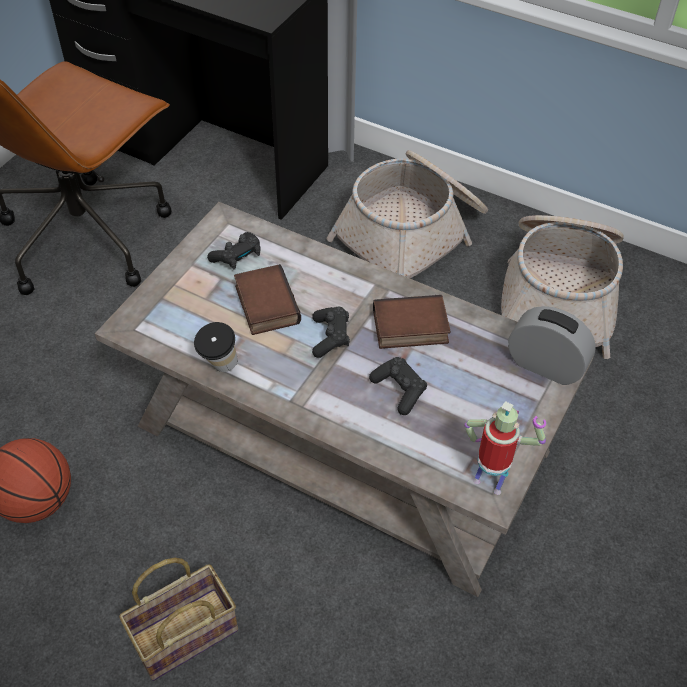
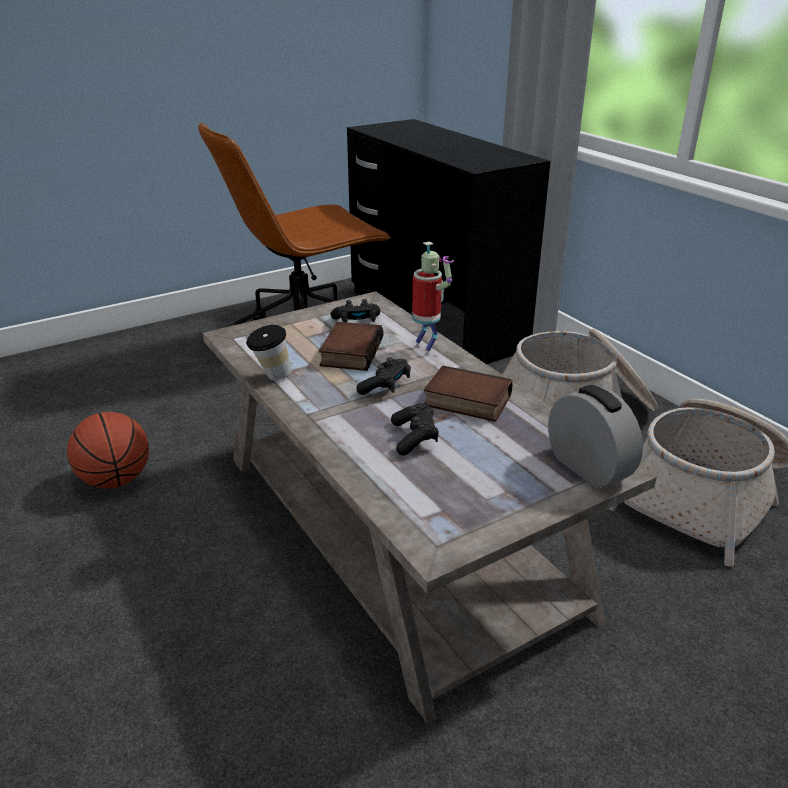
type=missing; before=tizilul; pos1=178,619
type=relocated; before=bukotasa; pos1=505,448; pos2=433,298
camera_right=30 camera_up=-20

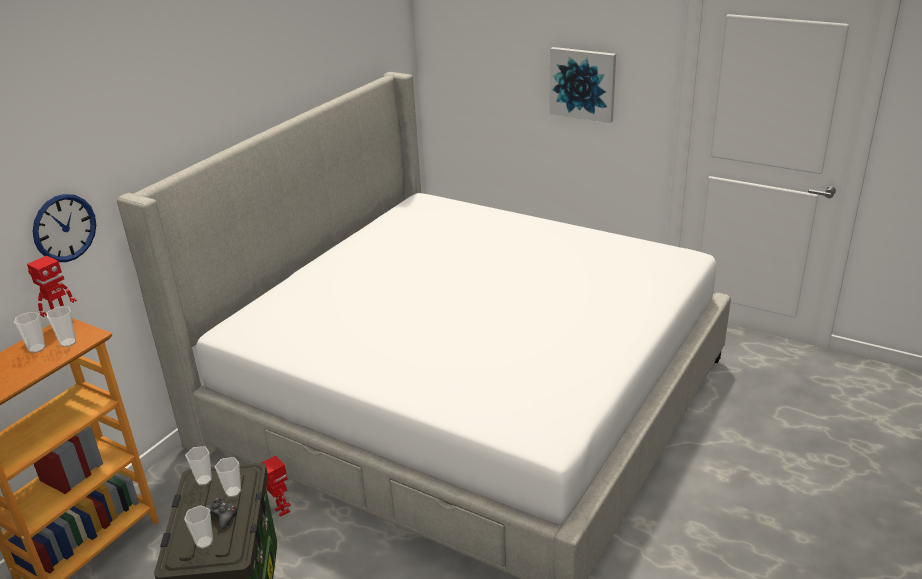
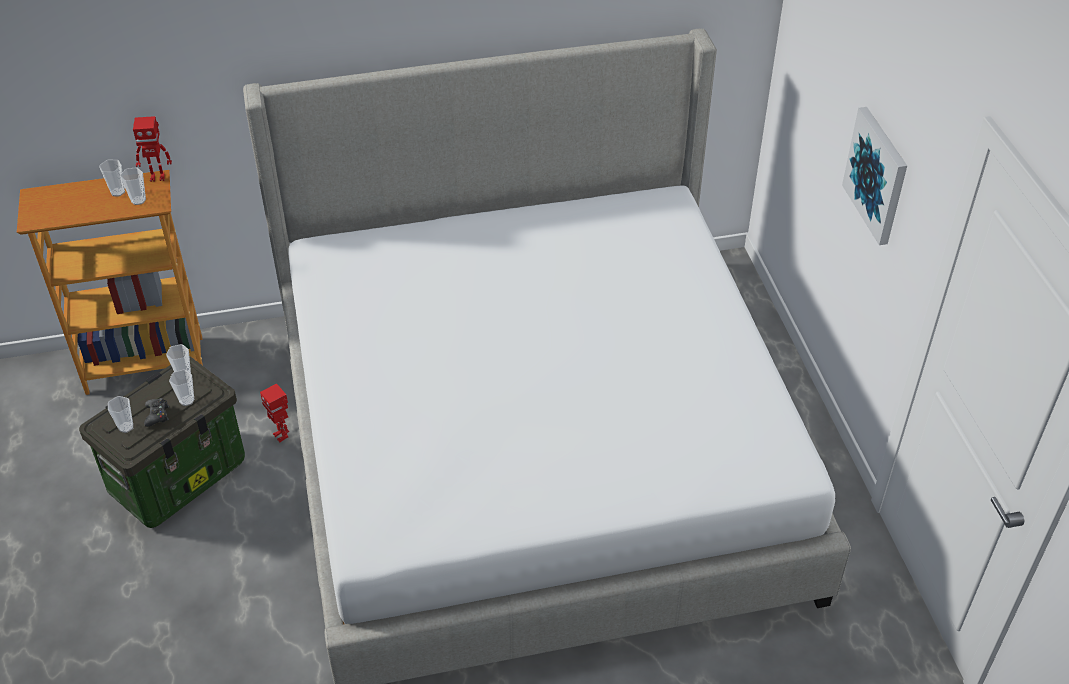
type=missing; before=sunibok; pos1=64,228
type=spun; before=bukotasa; pos1=276,486; pos2=274,413; turn=135
camera_right=45 camera_up=15

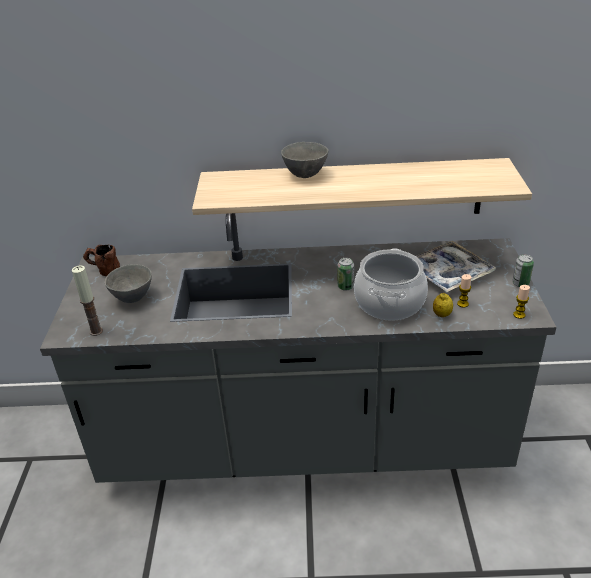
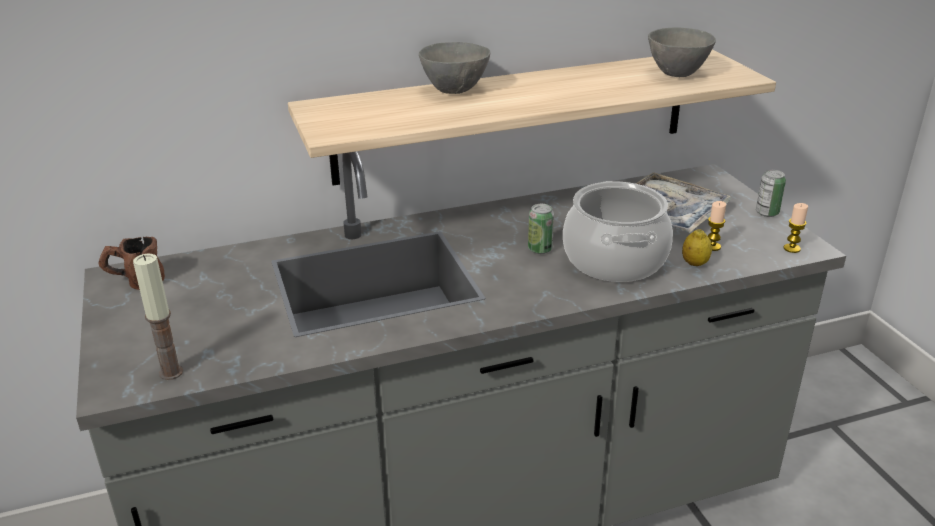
type=relocated; before=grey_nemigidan; pos1=128,283; pos2=682,52
camera_right=-20 camera_up=-5

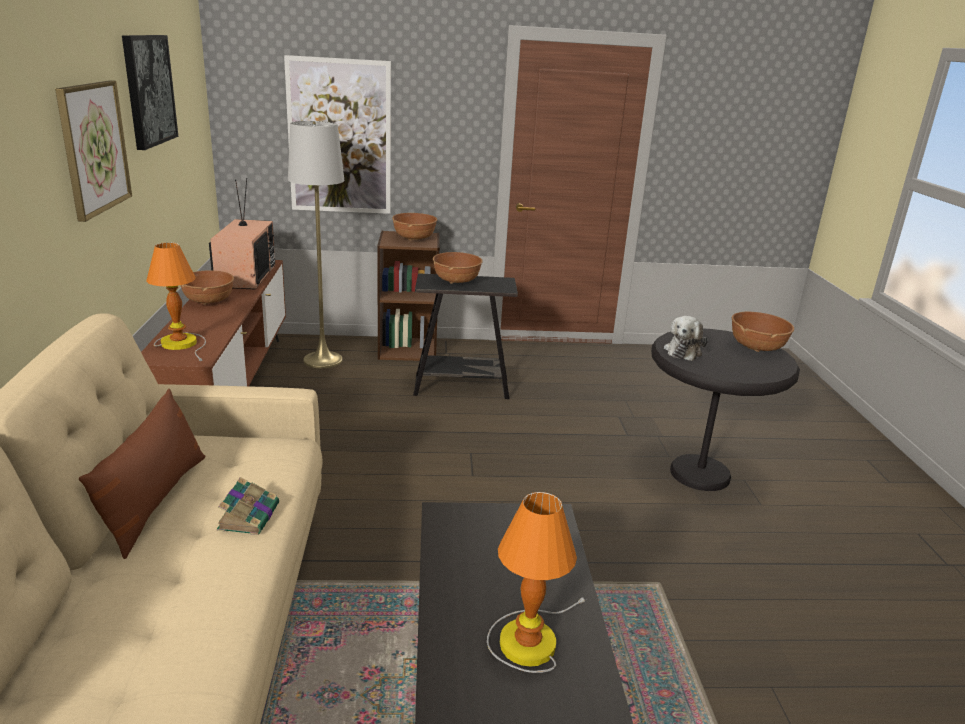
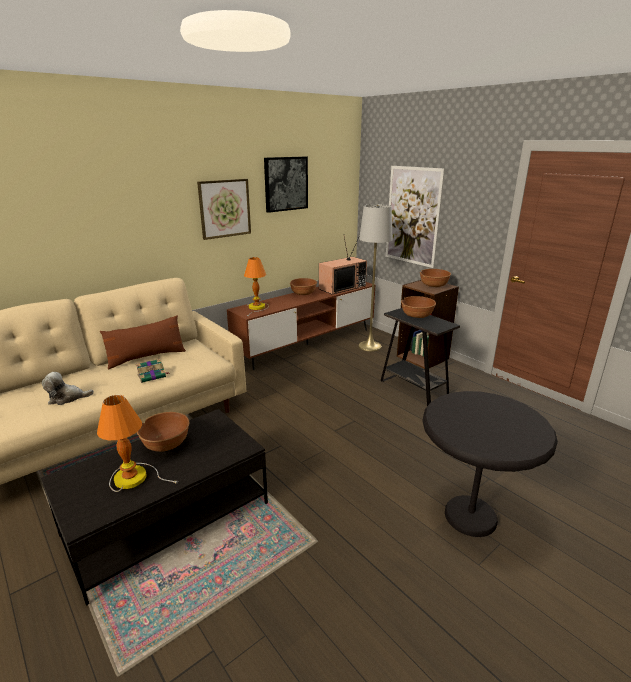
type=relocated; before=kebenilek; pos1=686,338; pos2=68,388
type=relocated; before=brown_nemigidan; pos1=763,332; pos2=163,432
camera_right=55 camera_up=0

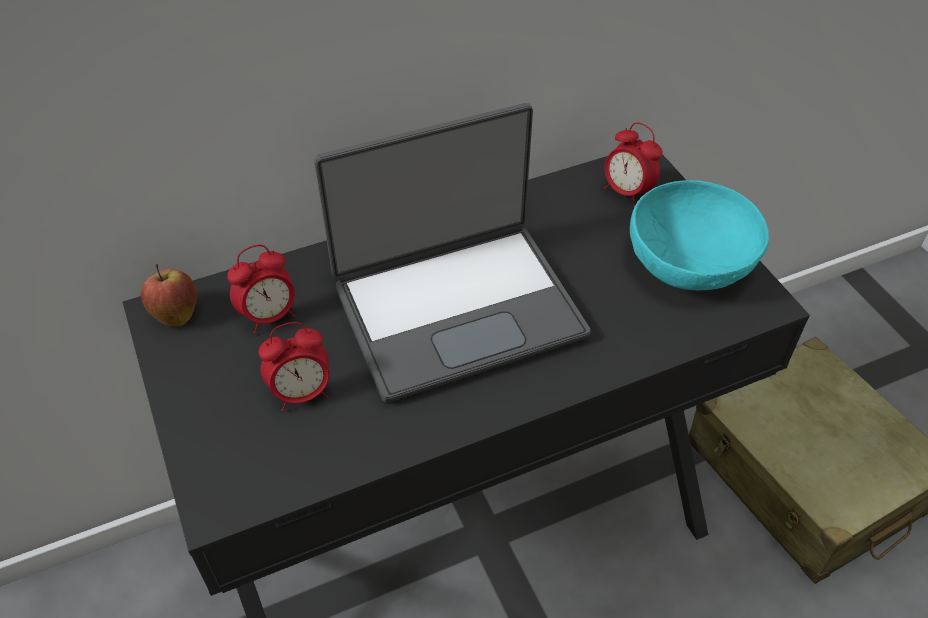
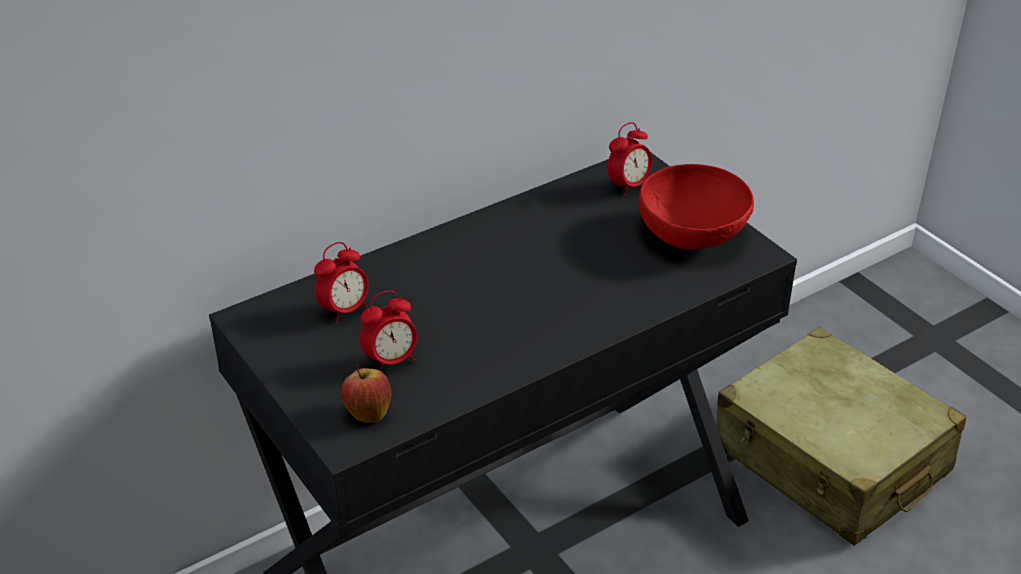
type=relocated; before=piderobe; pos1=169,295; pos2=366,393
type=missing; before=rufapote; pos1=452,253
type=spun; before=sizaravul; pos1=633,164; pos2=630,159; turn=-75
type=colour; before=turquoise_nemigidan; after=red_nemigidan; pos1=699,235; pos2=696,206
camera_right=-10 camera_up=-10

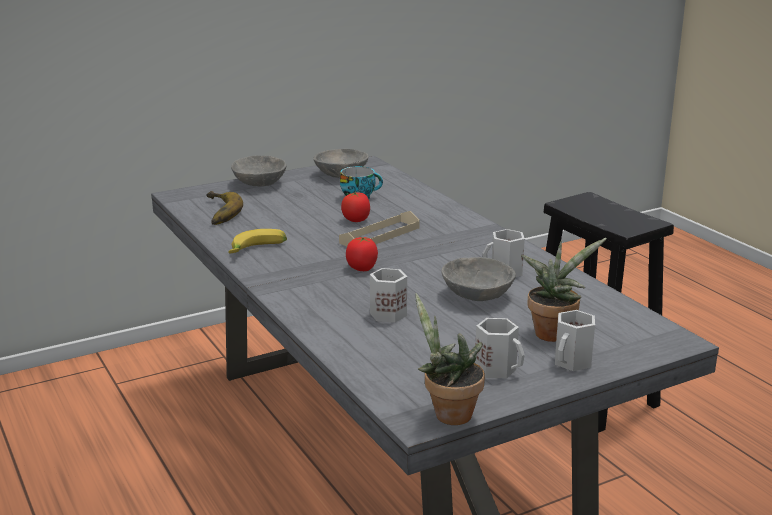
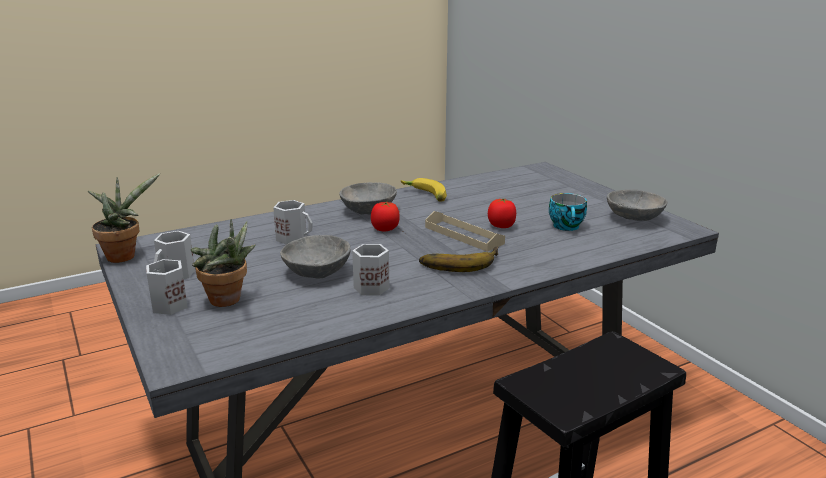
type=relocated; before=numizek; pos1=224,208; pos2=459,259
type=relocated; before=grey_nemigidan; pos1=259,170; pos2=368,198
camera_right=90 camera_up=0

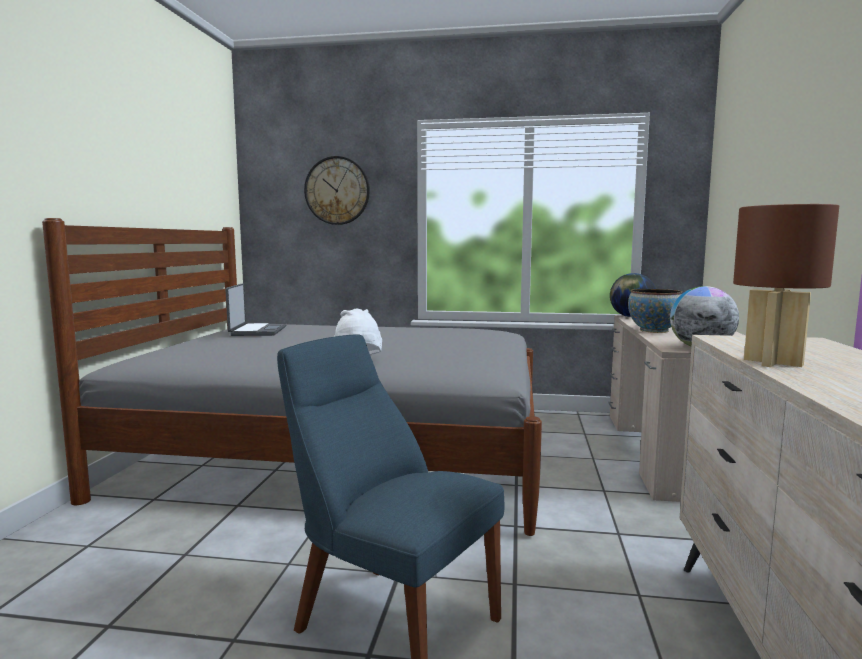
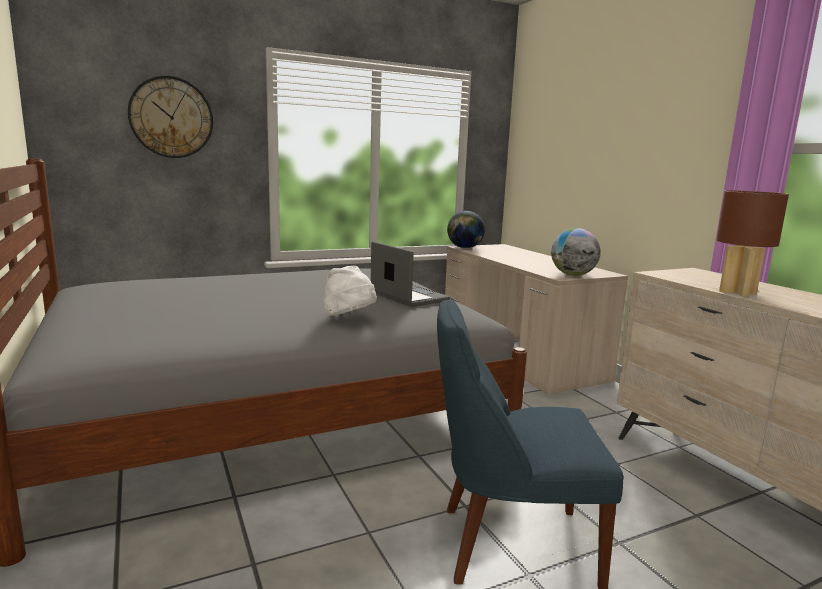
type=relocated; before=rufapote; pos1=255,309; pos2=410,274
type=missing; before=nemigidan; pos1=655,311
camera_right=-35 camera_up=5

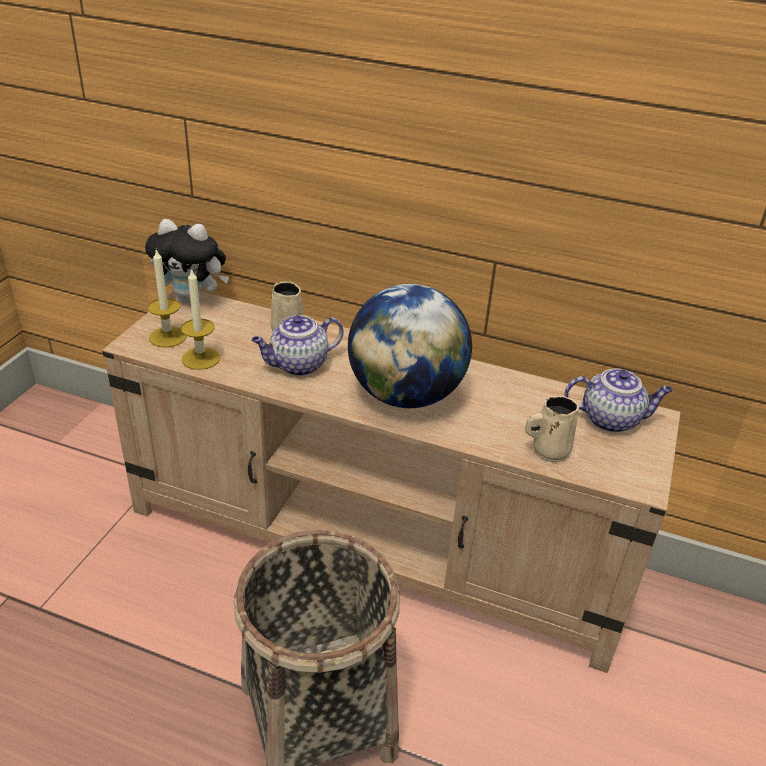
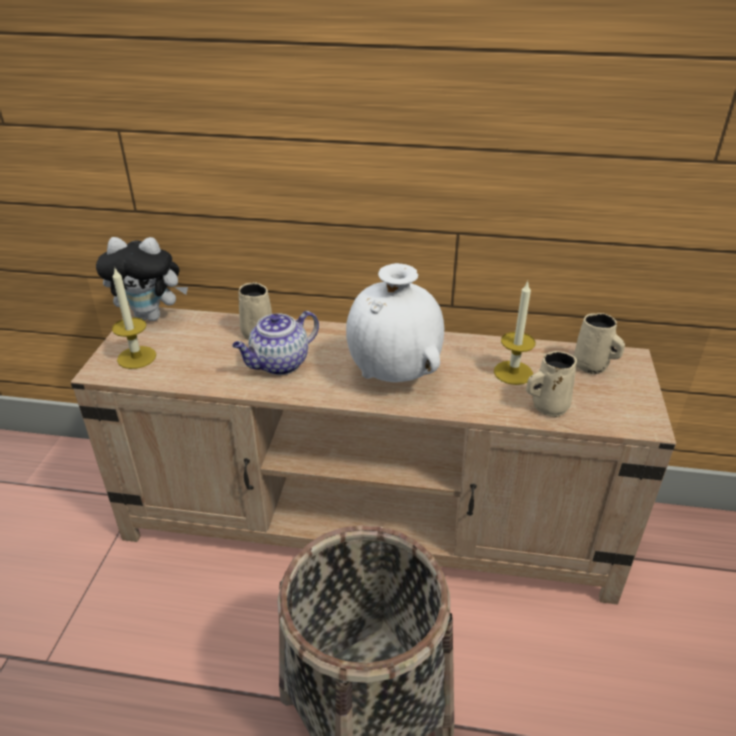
type=relocated; before=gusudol; pos1=200,319; pos2=515,333
type=exchanged; before=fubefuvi; after=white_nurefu; pos1=410,346; pos2=395,322
type=exchanged; before=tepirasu; after=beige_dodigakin; pos1=618,400; pos2=599,343
camera_right=-10 camera_up=0

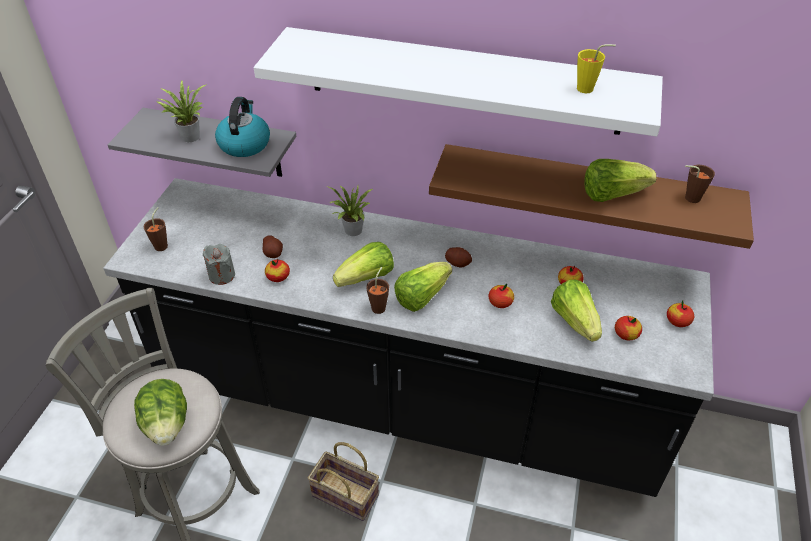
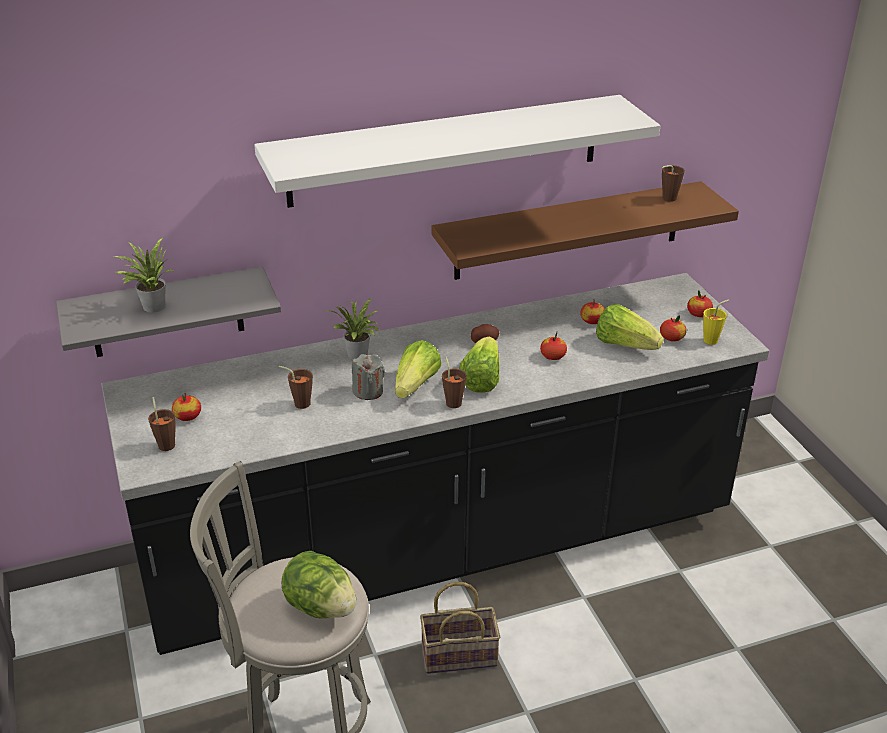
type=relocated; before=grey_gusudol; pos1=219,264; pos2=368,377
type=missing; before=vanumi; pos1=242,127
type=exchanged; before=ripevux; after=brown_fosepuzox; pos1=272,246; pos2=296,387
type=relocated; before=piderobe; pos1=277,270; pos2=186,407
type=relocated; before=yellow_fosepuzox; pos1=596,68; pos2=716,322
type=missing; before=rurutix; pos1=620,180
camera_right=-35 camera_up=-10

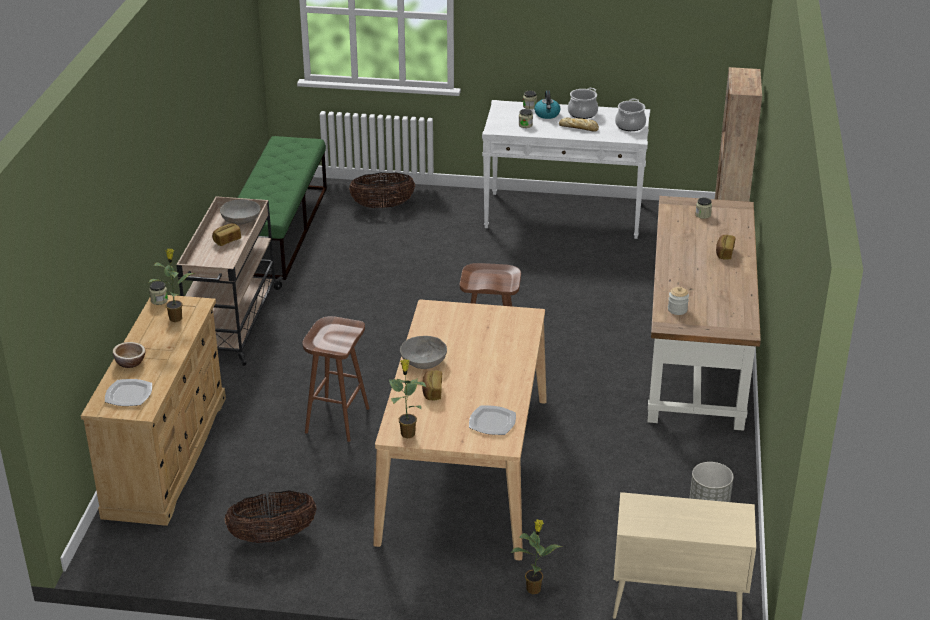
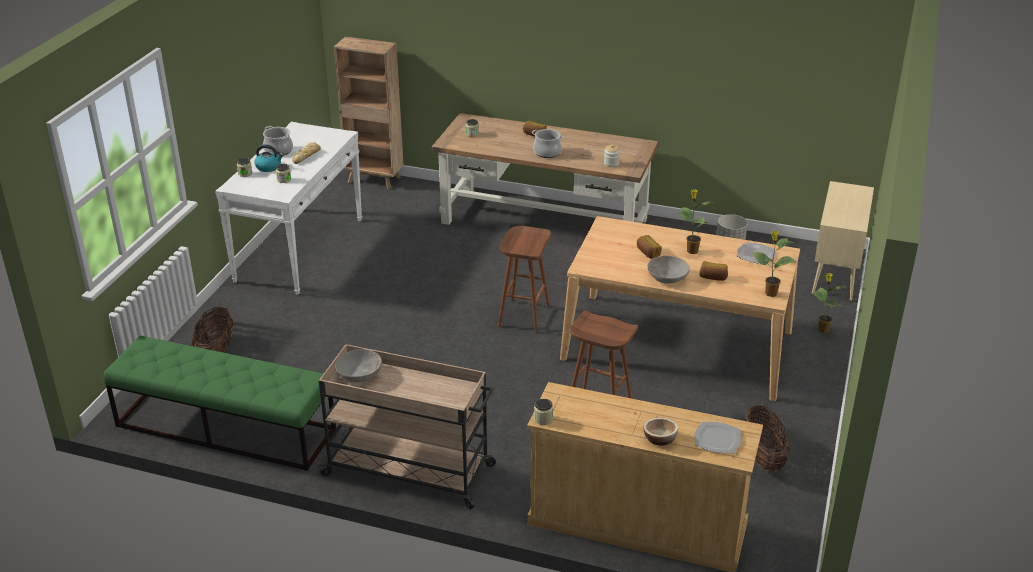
type=relocated; before=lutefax; pos1=171,285; pos2=694,221
type=relocated; before=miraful; pos1=226,234; pos2=649,247
type=relocated; before=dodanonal; pos1=630,115; pos2=548,143
camera_right=-80 camera_up=0

